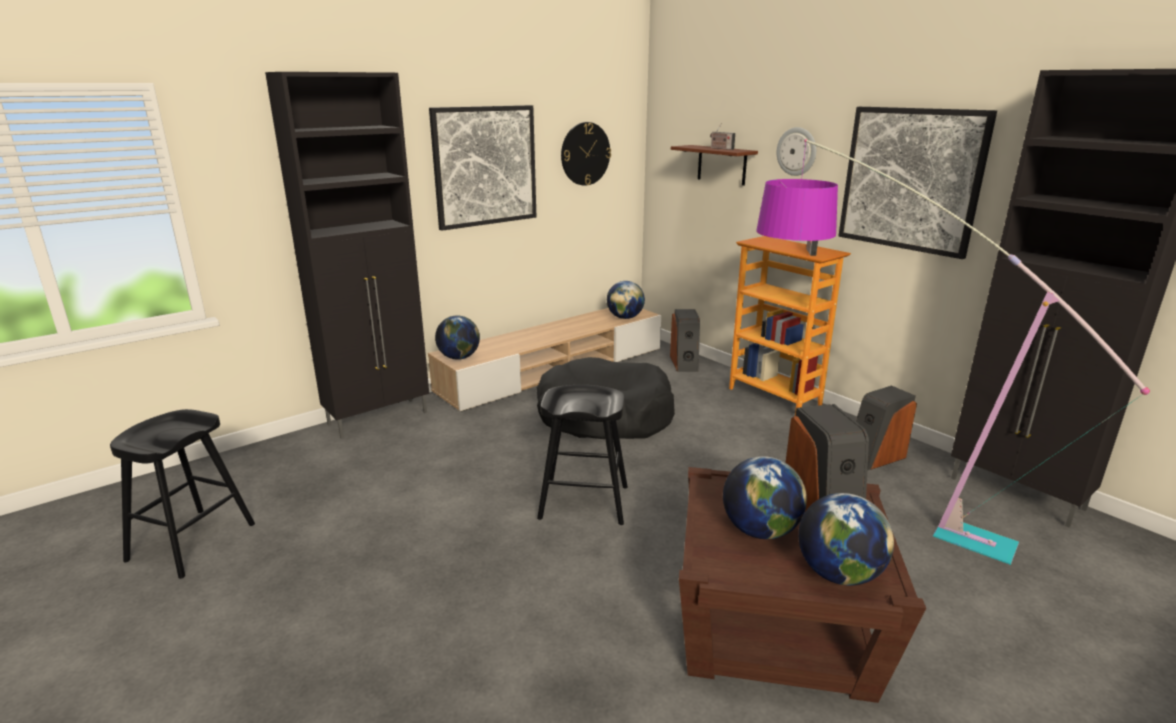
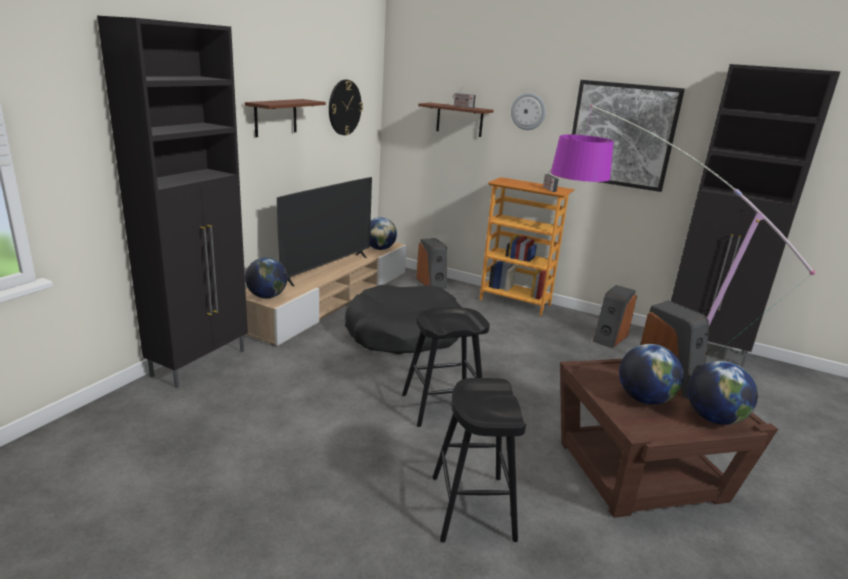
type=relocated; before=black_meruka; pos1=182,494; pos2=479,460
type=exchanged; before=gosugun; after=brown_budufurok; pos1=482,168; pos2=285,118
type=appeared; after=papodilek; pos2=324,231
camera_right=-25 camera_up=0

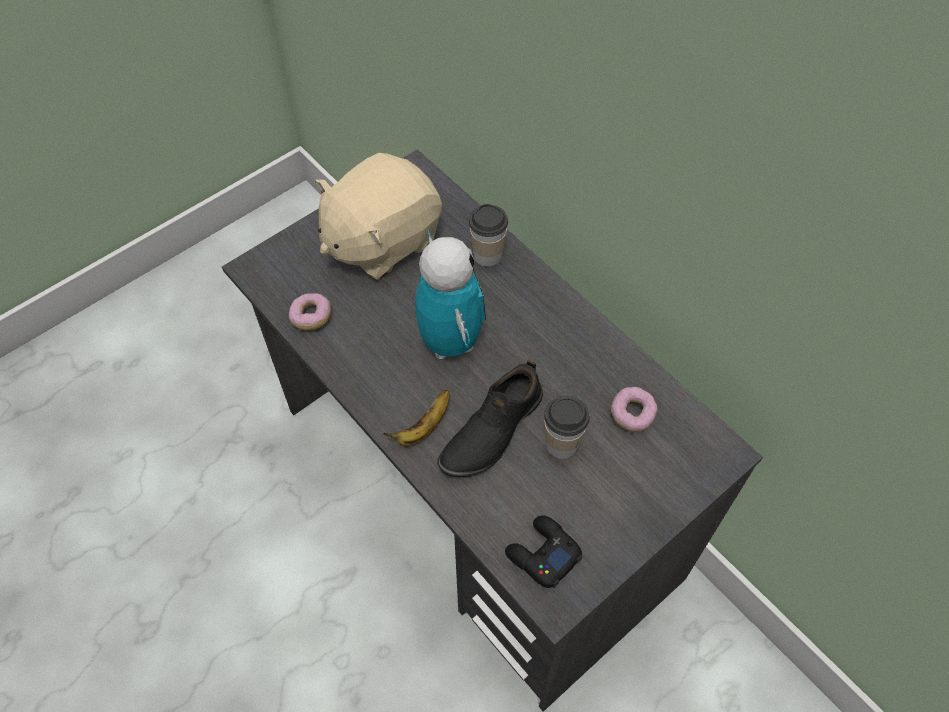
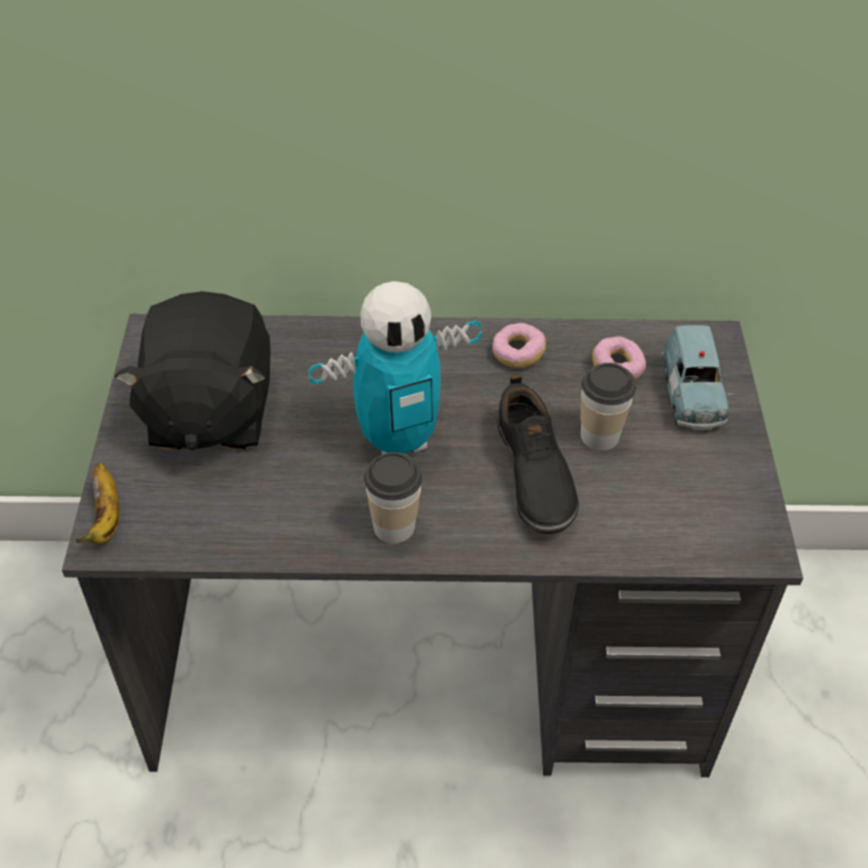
type=relocated; before=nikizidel; pos1=310,312; pos2=519,345
type=colour; before=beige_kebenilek; after=black_kebenilek; pos1=378,216; pos2=193,371
type=relocated; before=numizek; pos1=416,418; pos2=98,503
type=spun; before=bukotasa; pos1=450,295; pos2=395,367; turn=135
type=relocated; before=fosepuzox; pos1=488,235; pos2=393,498
type=missing; before=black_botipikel; pos1=543,552
type=appeared; after=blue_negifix; pos2=697,377
camera_right=-50 camera_up=-10

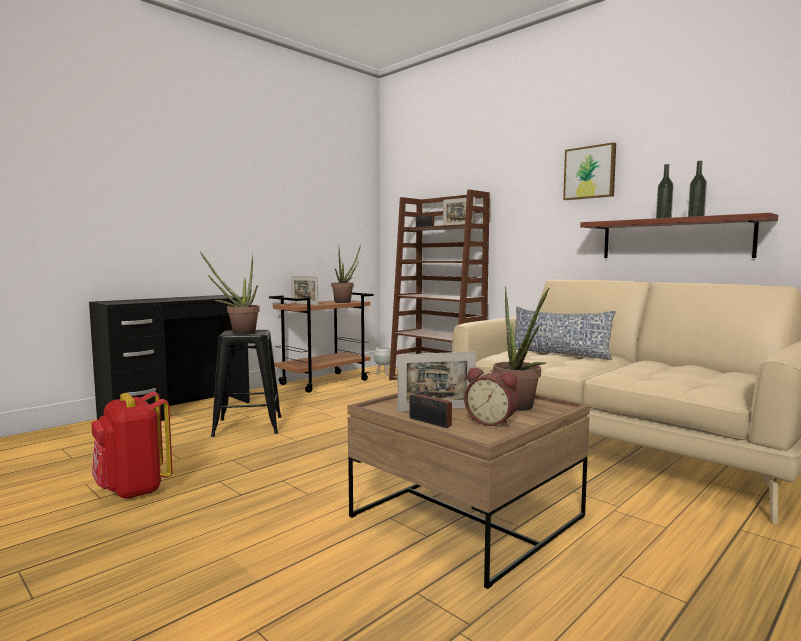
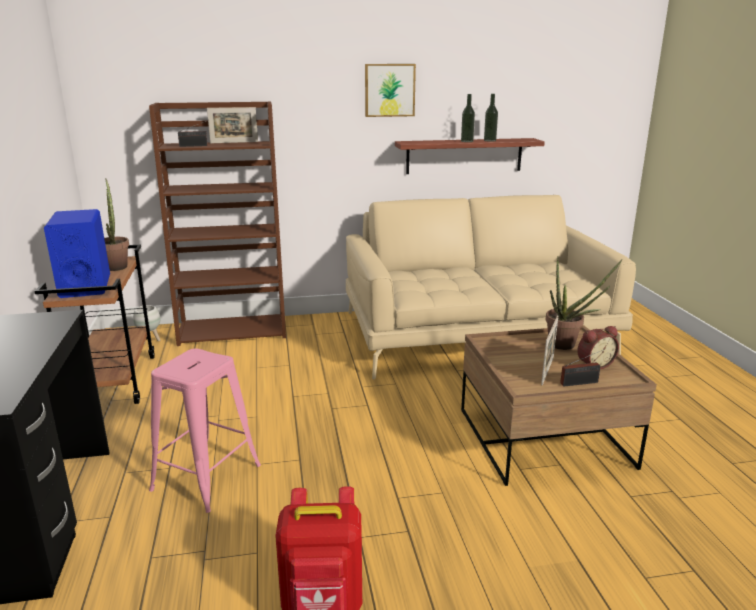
type=missing; before=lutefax; pos1=230,293
type=colour; before=black_meruka; after=pink_meruka; pos1=246,383; pos2=205,431
type=exchanged; before=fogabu; after=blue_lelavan; pos1=304,290; pos2=77,253
type=missing; before=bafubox; pos1=565,333
camera_right=-55 camera_up=15

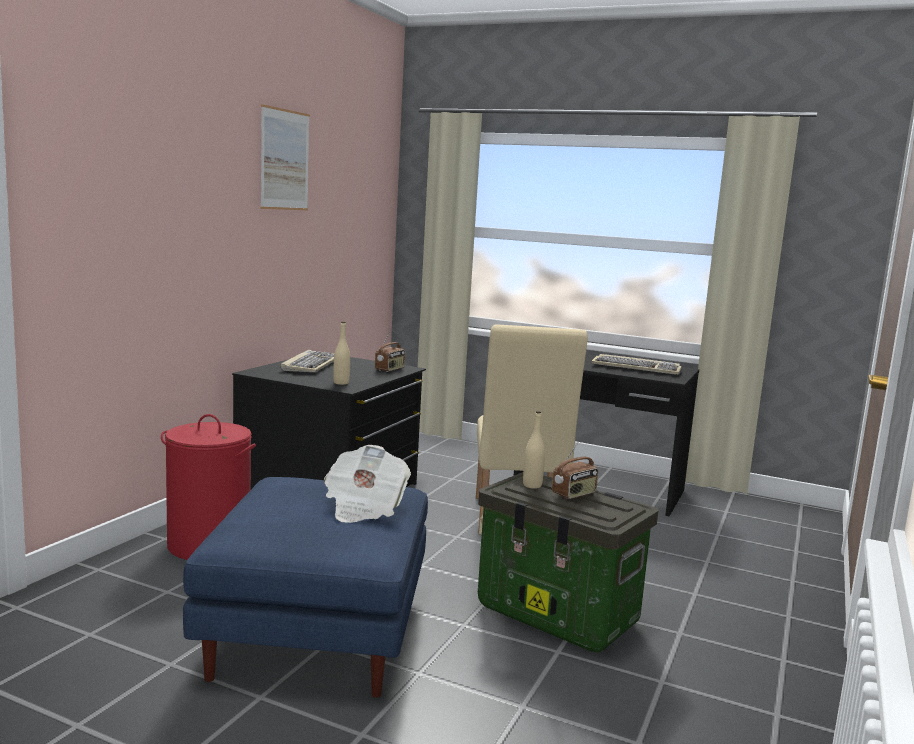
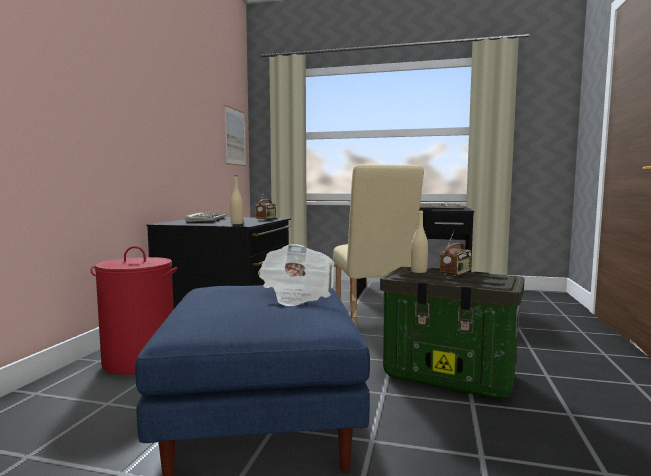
type=relocated; before=gosugun; pos1=285,157; pos2=235,135
camera_right=-10 camera_up=-5

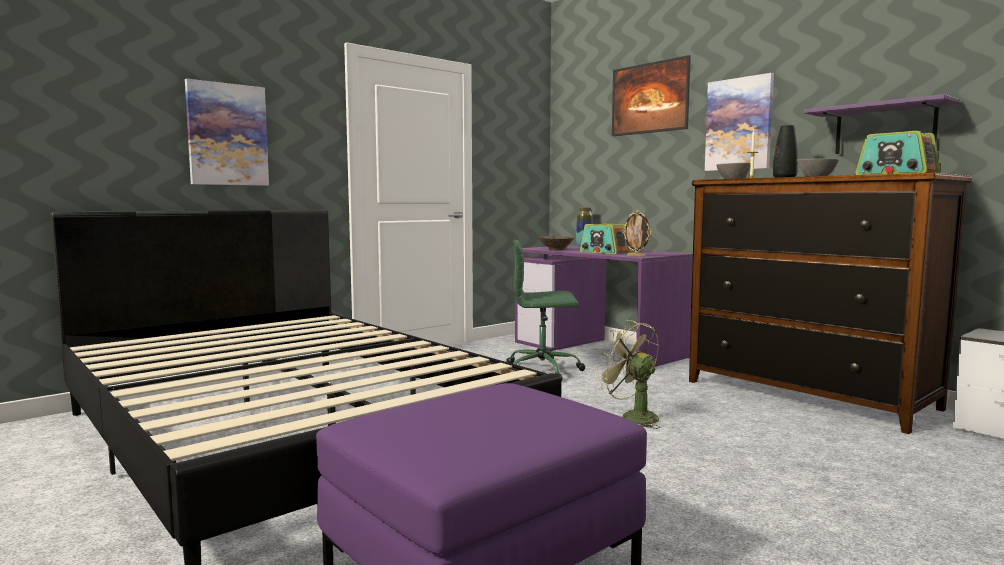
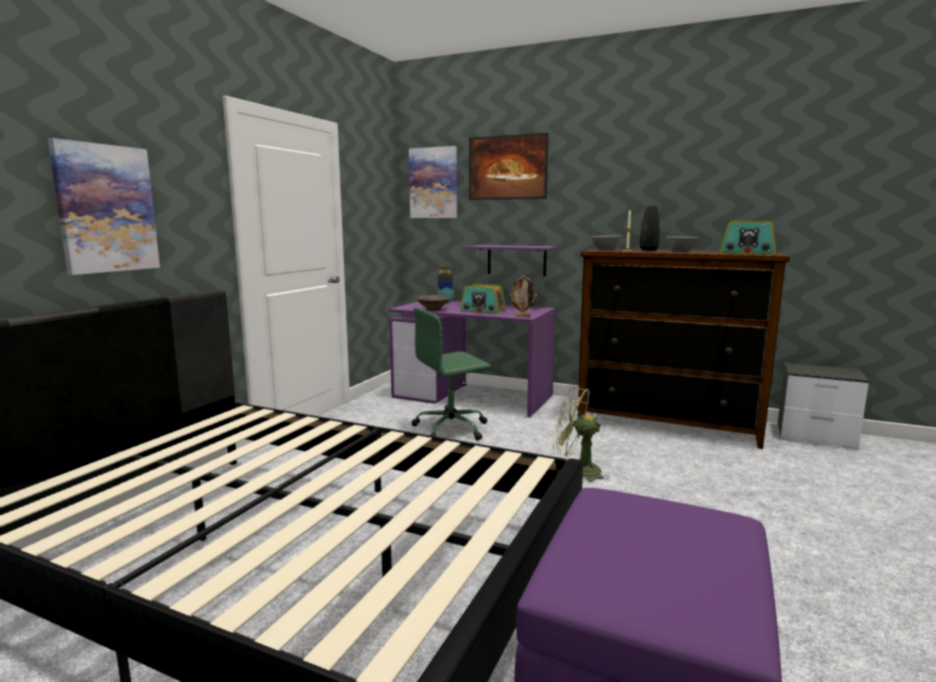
type=relocated; before=gosugun; pos1=739,122; pos2=433,182
type=relocated; before=purple_budufurok; pos1=881,124; pos2=512,260
camera_right=-25 camera_up=5

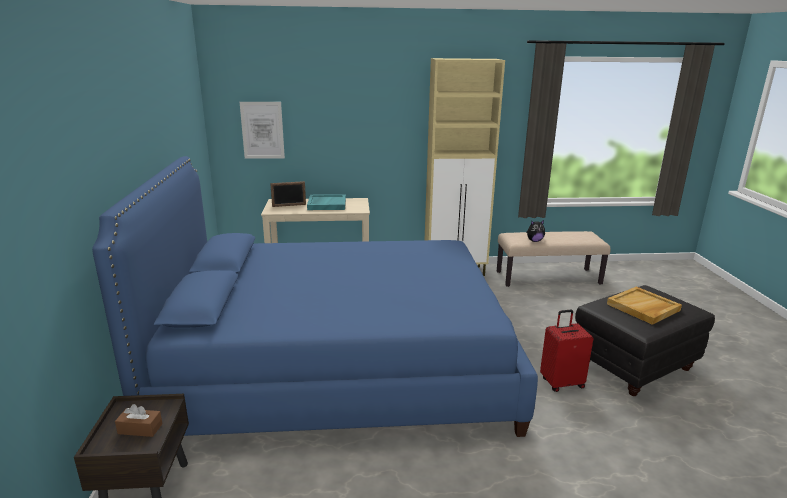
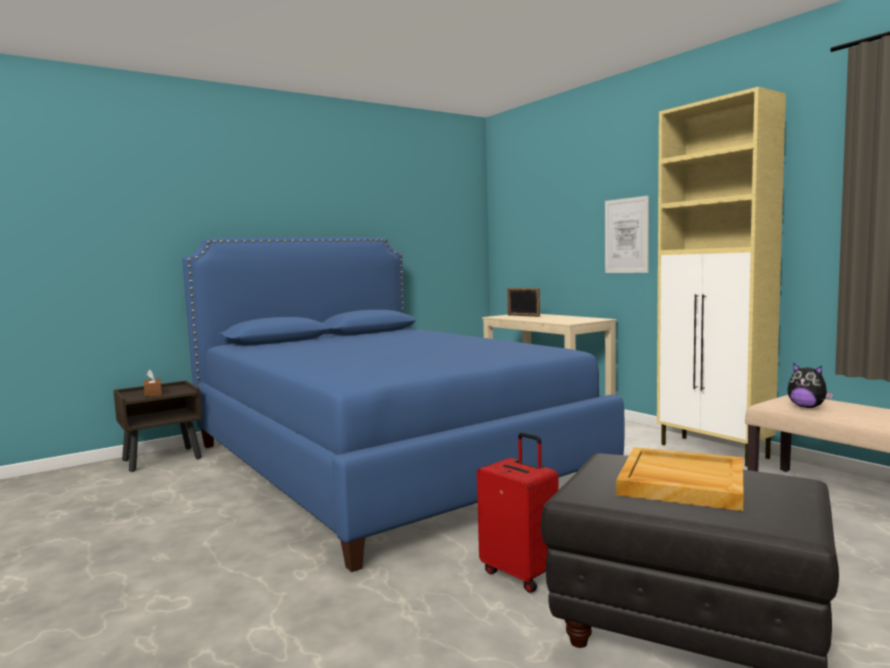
type=relocated; before=gosugun; pos1=262,130; pos2=627,234
type=missing; before=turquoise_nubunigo; pos1=326,202
camera_right=60 camera_up=-15

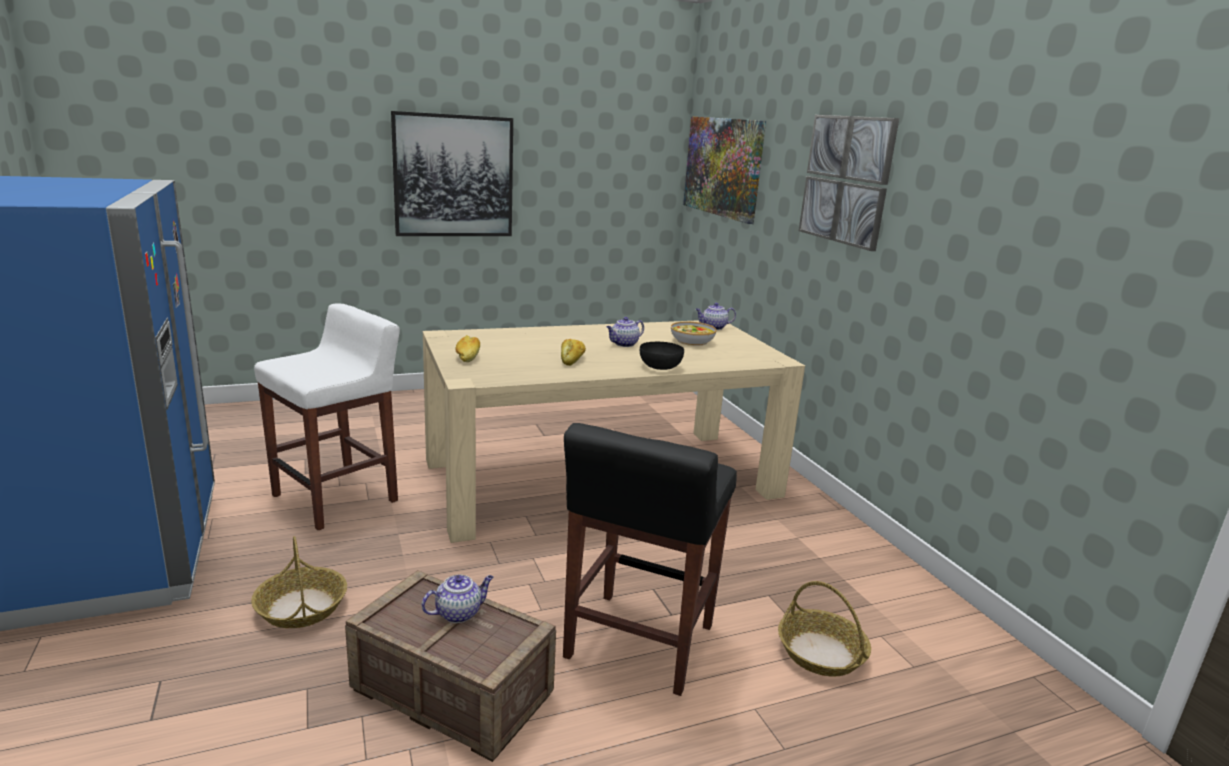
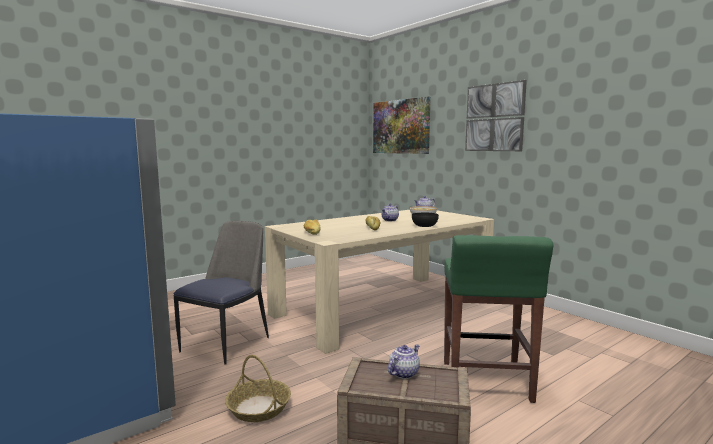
type=exchanged; before=white_meruka; after=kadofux; pos1=327,416; pos2=221,293
type=missing; before=gosugun; pos1=452,173
type=colour; before=black_meruka; after=green_meruka; pos1=650,559; pos2=499,319
type=missing; before=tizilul; pos1=824,629
camera_right=-15 camera_up=-10

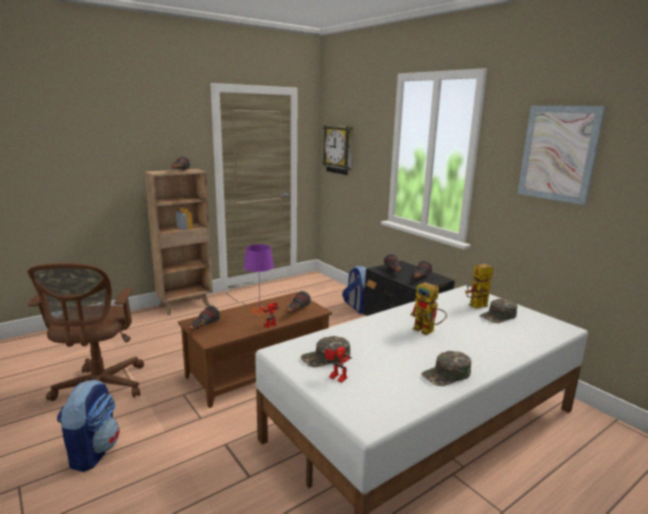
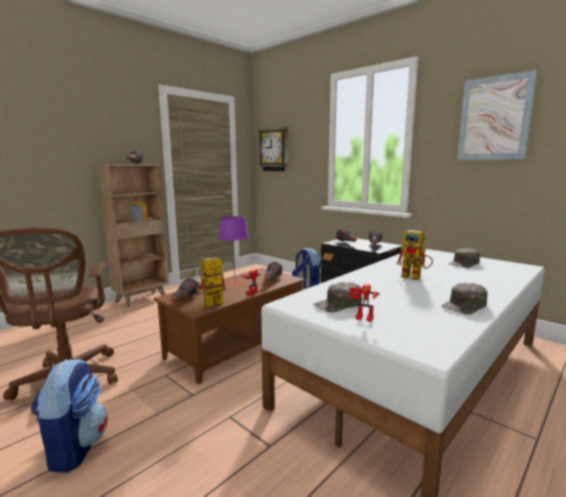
type=relocated; before=bukotasa; pos1=479,286; pos2=211,282
camera_right=-10 camera_up=-5

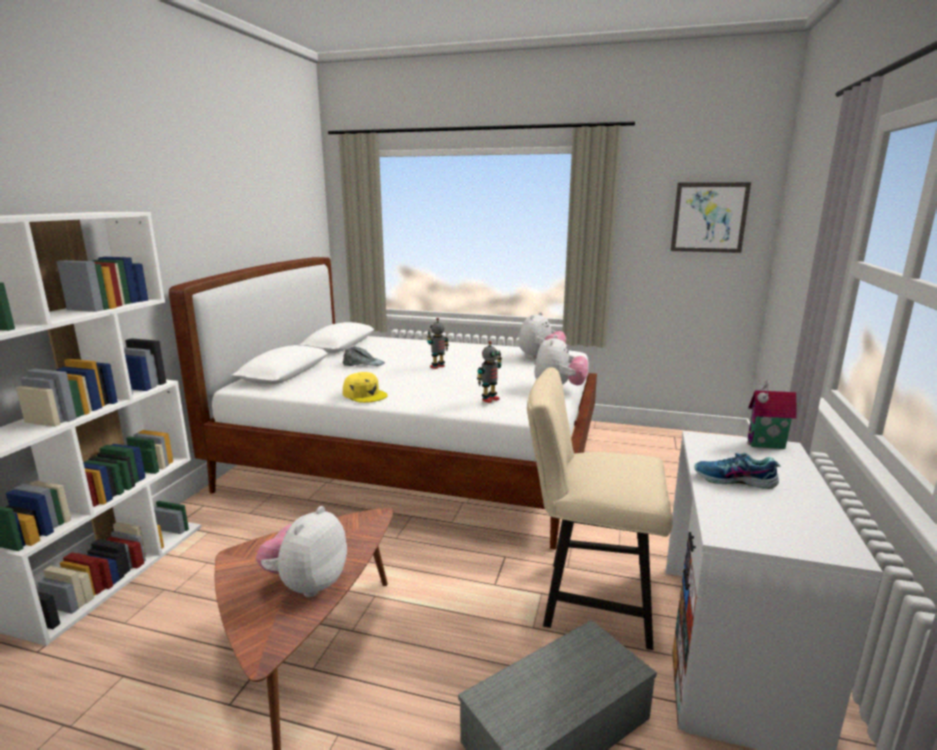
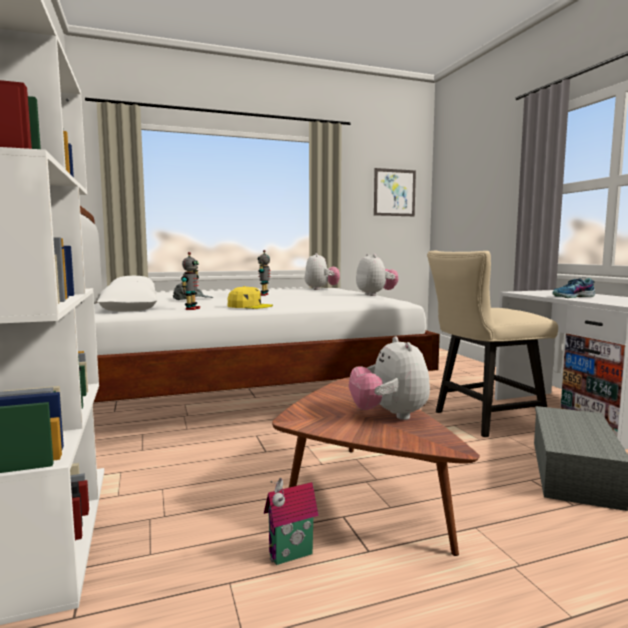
type=relocated; before=bukotasa; pos1=489,372; pos2=190,281
type=relocated; before=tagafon; pos1=772,414; pos2=291,521
camera_right=-35 camera_up=-10

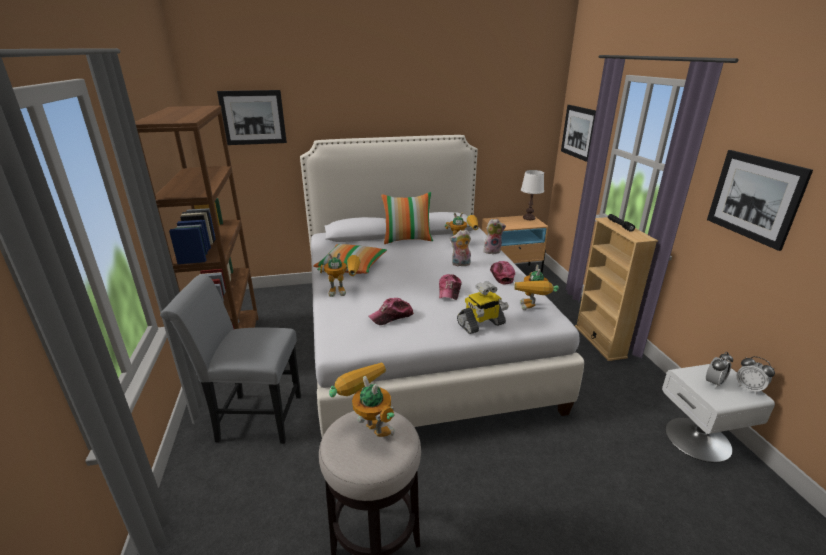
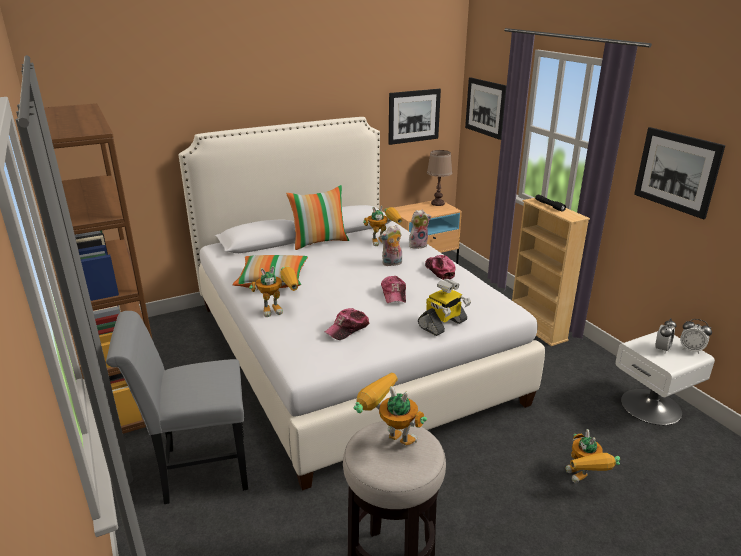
type=relocated; before=gosugun; pos1=252,117; pos2=414,117
type=relocated; before=bukotasa; pos1=536,287; pos2=593,456
type=colour; before=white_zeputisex; after=brown_zeputisex; pos1=532,195; pos2=439,178
camera_right=-15 camera_up=0

